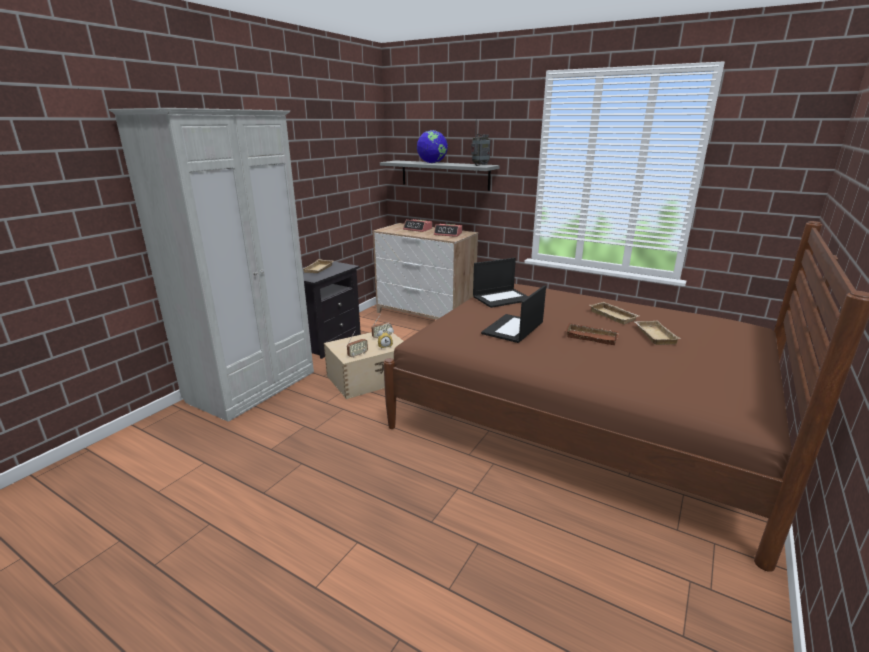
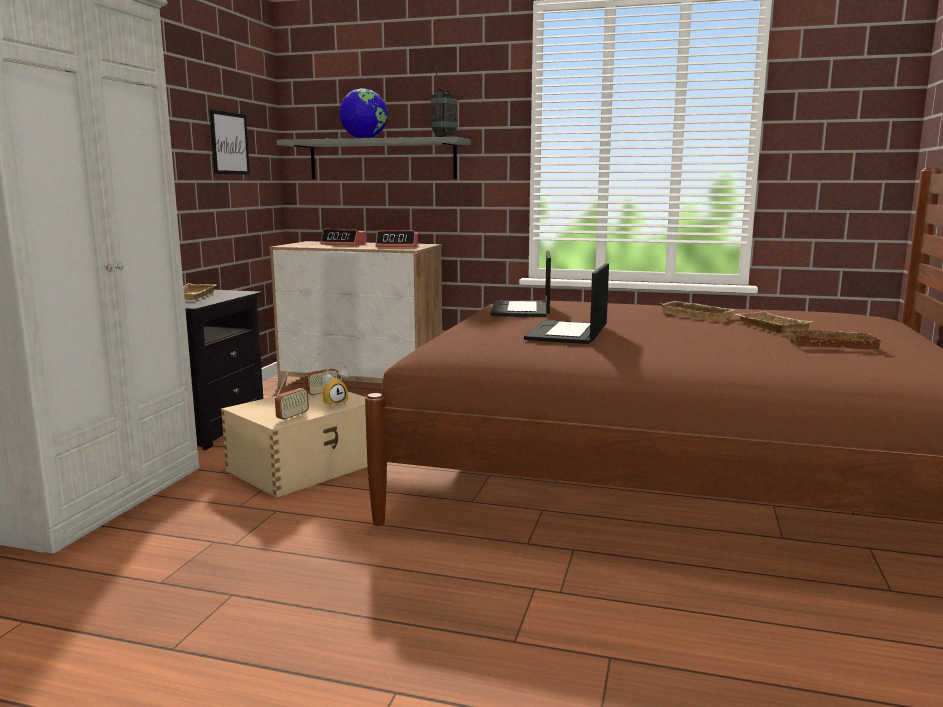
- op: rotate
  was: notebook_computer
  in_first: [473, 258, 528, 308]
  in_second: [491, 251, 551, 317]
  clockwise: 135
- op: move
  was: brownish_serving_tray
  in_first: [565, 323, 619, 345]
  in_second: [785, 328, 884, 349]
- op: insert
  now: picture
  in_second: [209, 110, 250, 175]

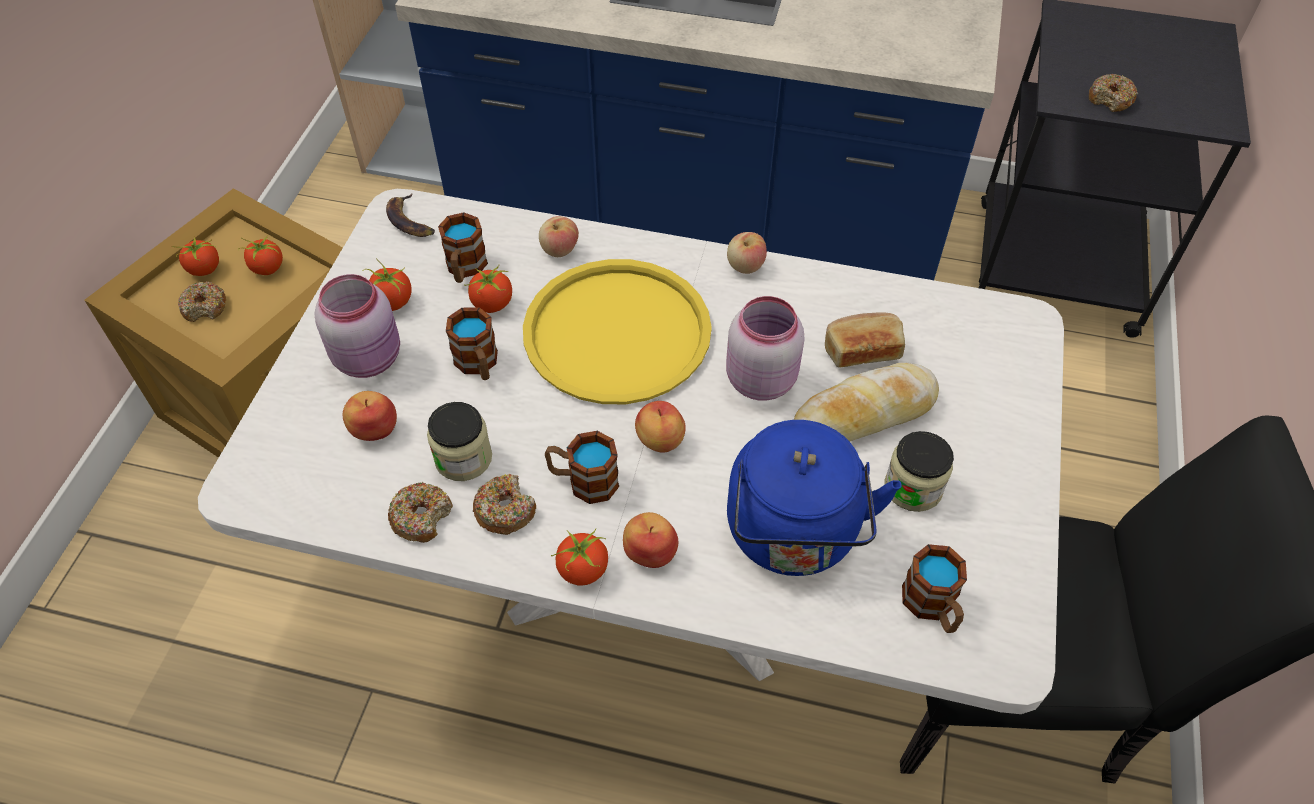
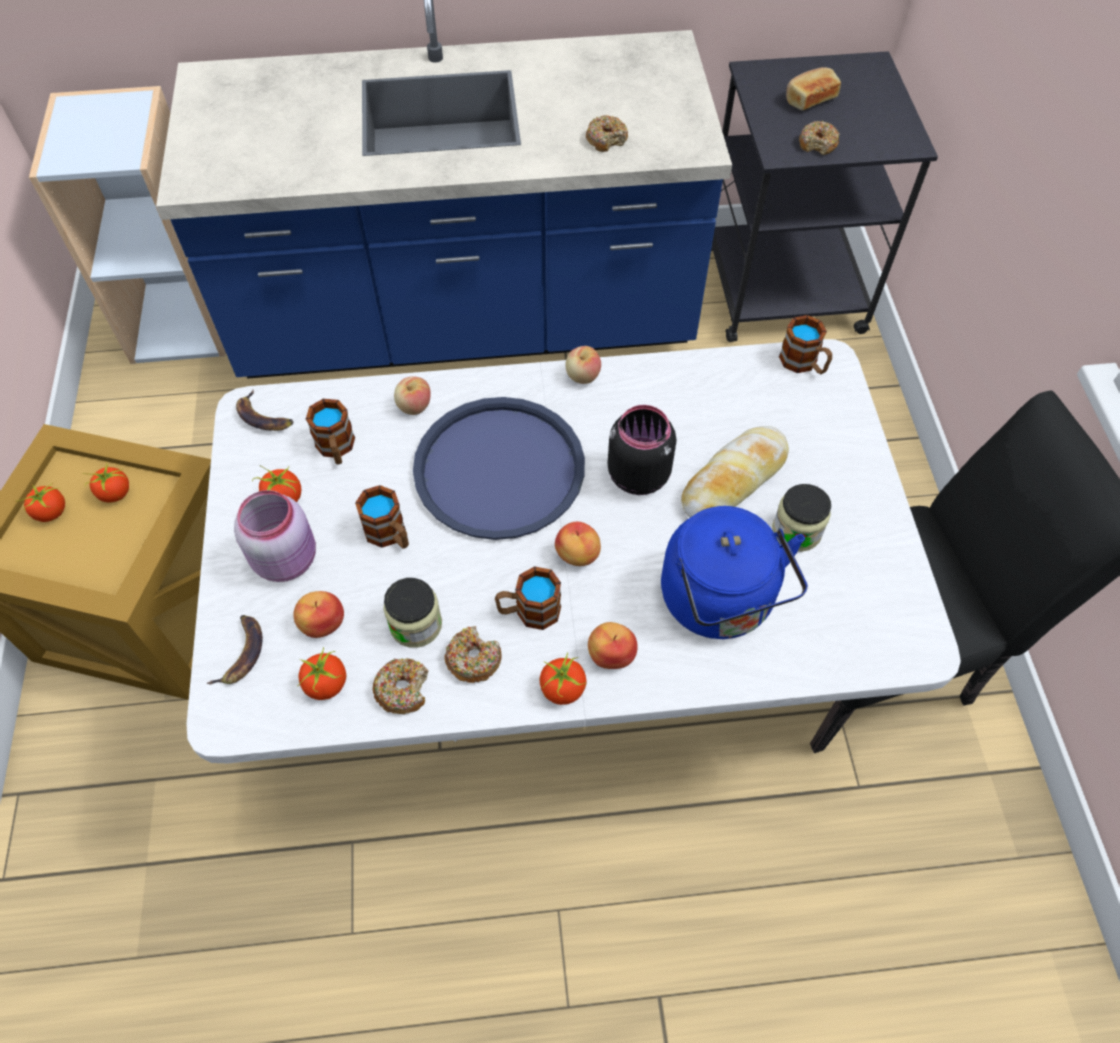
- op: recolor
  was: yellow-coloured_serving_tray
  now: blue_serving_tray
  in_first: [523, 259, 712, 404]
  in_second: [413, 397, 585, 540]
- op: move
  was: fresh_tomato
  in_first: [464, 264, 512, 313]
  in_second: [297, 647, 346, 700]
- op: move
  was: donut
  in_first: [178, 282, 226, 322]
  in_second: [586, 115, 628, 152]
- op: recolor
  was: pink_preserve_jar
  now: black-coloured_preserve_jar
  in_first: [726, 296, 805, 401]
  in_second: [608, 405, 677, 495]
- op: move
  was: baked_bread
  in_first: [825, 312, 905, 368]
  in_second: [786, 67, 841, 110]
- op: move
  was: mug
  in_first: [902, 544, 967, 633]
  in_second: [779, 315, 832, 374]
- op: insert
  now: whole_banana
  in_second: [206, 615, 263, 685]

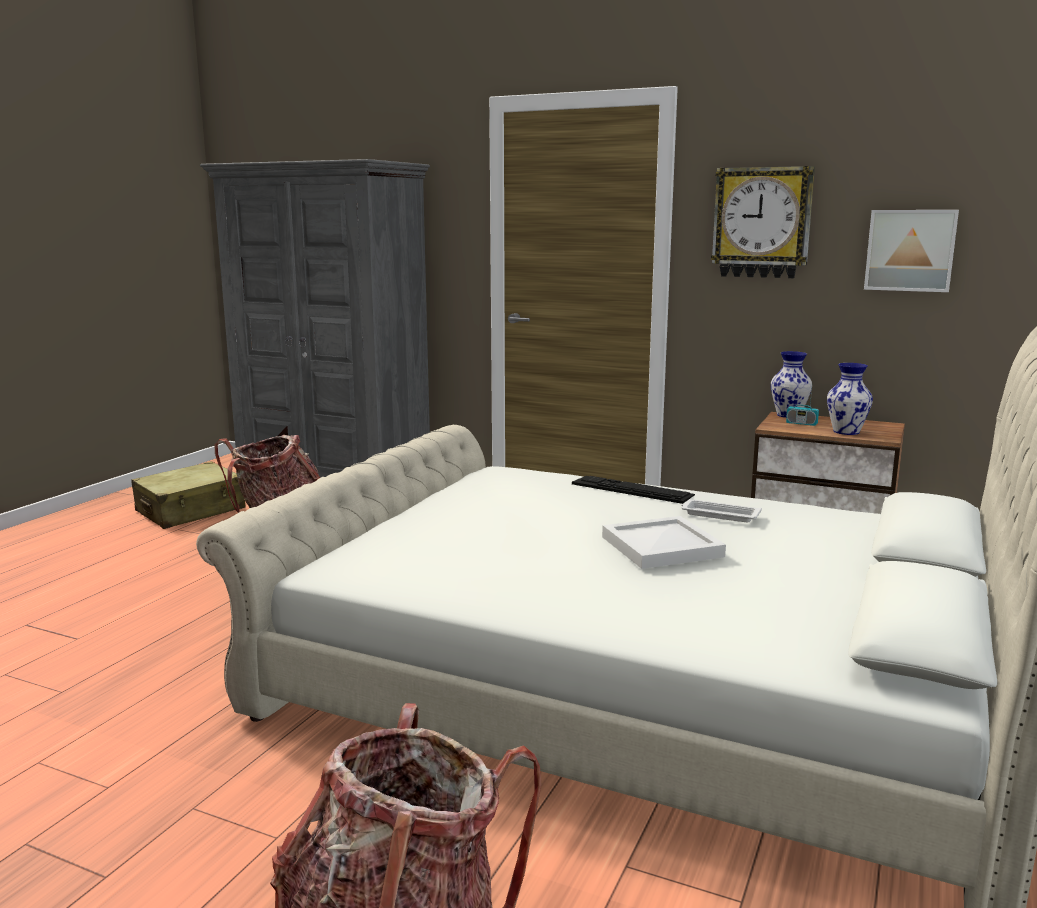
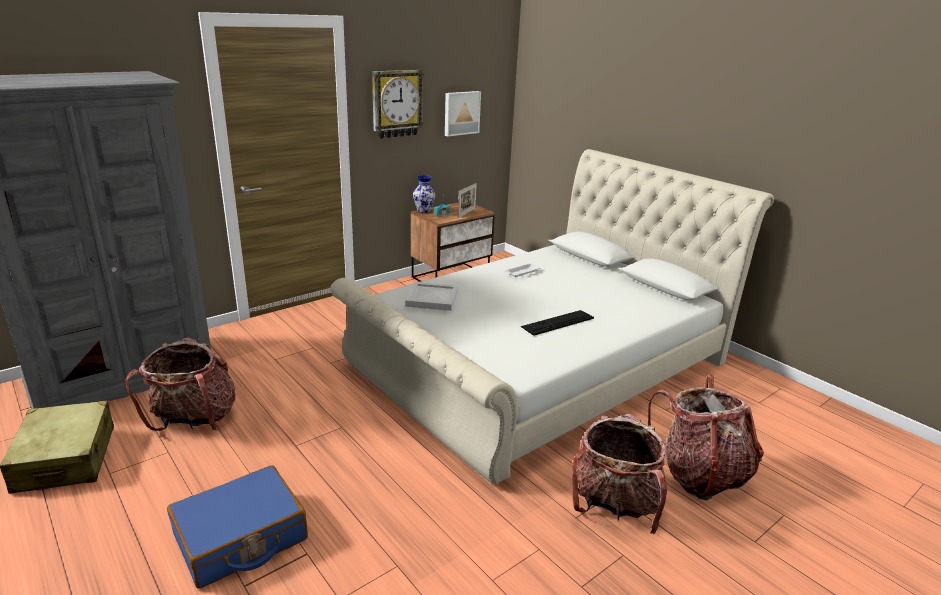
- op: replace
  was: flower_vase
  now: photo_frame
  in_first: [827, 363, 873, 435]
  in_second: [458, 183, 477, 218]
- op: move
  was: PC_keyboard
  in_first: [572, 476, 695, 504]
  in_second: [521, 310, 594, 336]
- op: move
  was: white-coloured_serving_tray
  in_first: [602, 516, 726, 569]
  in_second: [405, 282, 458, 311]
- op: insert
  now: backpack
  in_second: [572, 414, 667, 535]
- op: insert
  now: blue_travel_case
  in_second: [167, 466, 308, 589]

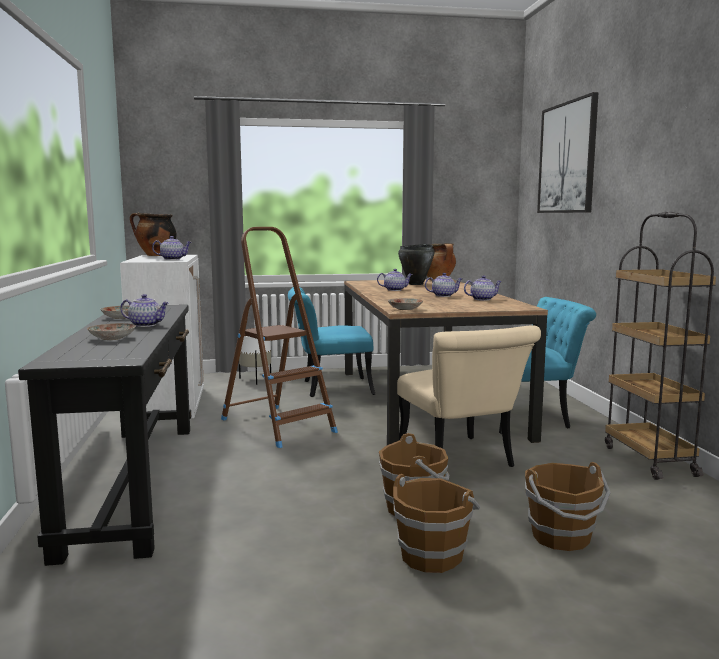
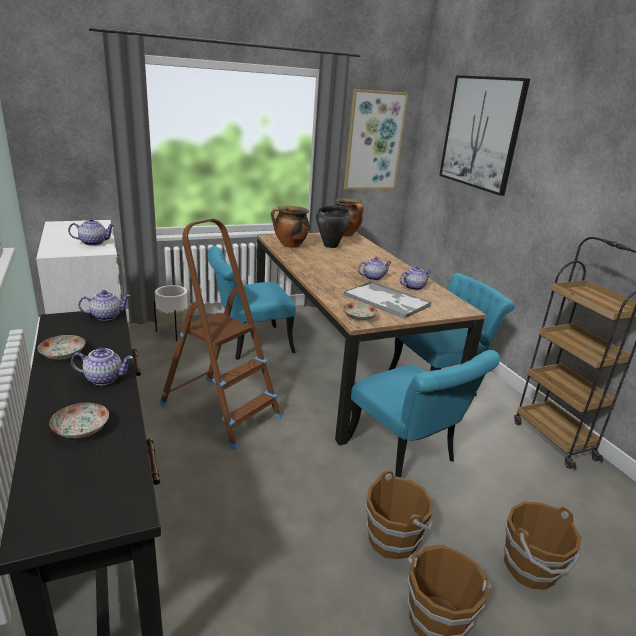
- op: move
  was: saucepot
  in_first: [130, 213, 176, 256]
  in_second: [271, 206, 310, 248]
- op: move
  was: tea_pot
  in_first: [377, 269, 413, 291]
  in_second: [78, 290, 131, 321]
- op: recolor
  was: beige_chair
  now: blue-green_chair
  in_first: [397, 325, 541, 467]
  in_second: [348, 350, 500, 477]
- op: insert
  now: picture
  in_second: [344, 89, 409, 189]
- op: insert
  now: serving_tray
  in_second: [344, 281, 432, 319]

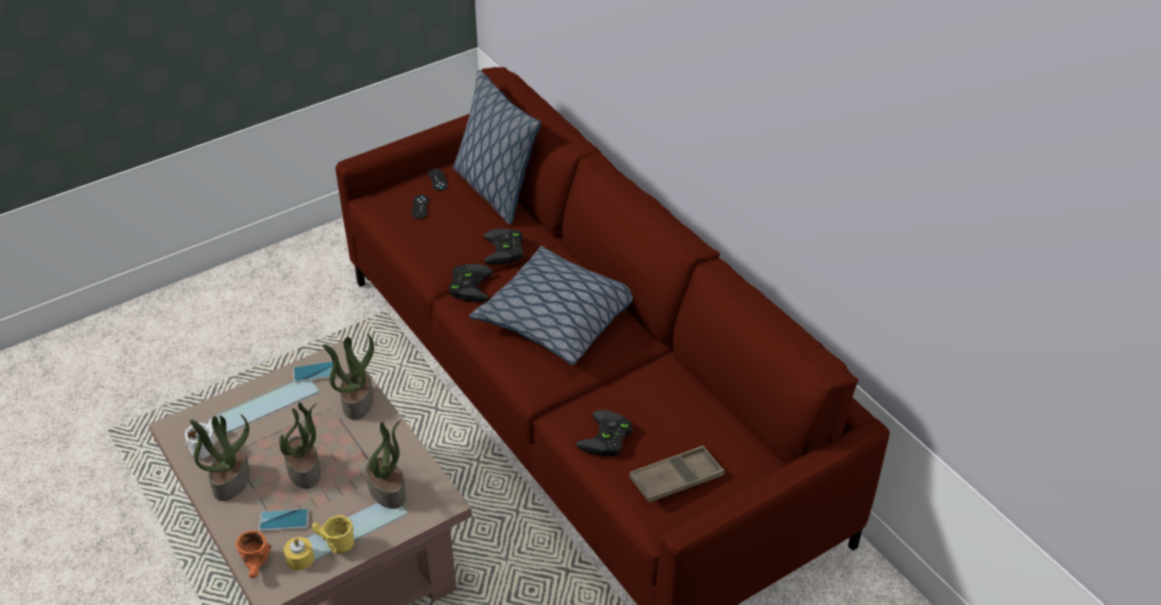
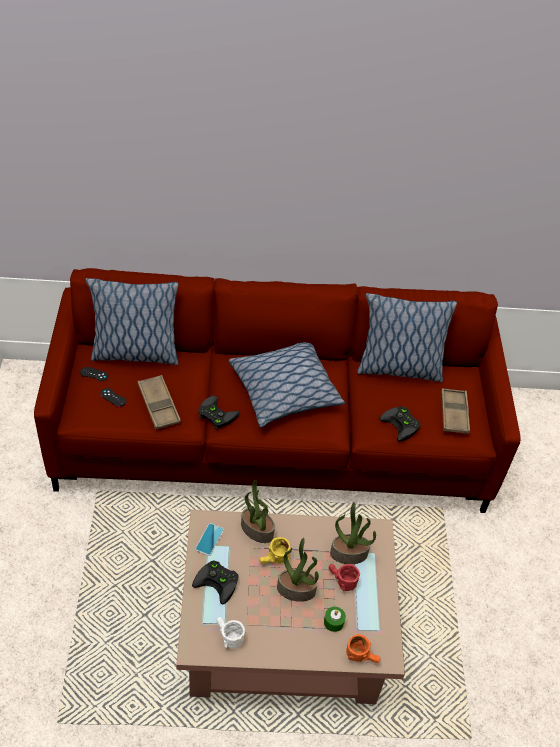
- op: move
  was: black-coloured_gamepad
  in_first: [484, 229, 524, 265]
  in_second: [192, 560, 239, 604]
- op: delete
  was: potted_plant
  in_first: [190, 414, 250, 501]
- op: replace
  was: handset
  now: green_wax_light
  in_first: [259, 509, 309, 531]
  in_second: [324, 607, 346, 632]
- op: move
  was: yellow-coloured_mug
  in_first: [312, 515, 354, 554]
  in_second: [259, 537, 291, 564]
- op: delete
  was: yellow-coloured_wax_light
  in_first: [284, 537, 314, 570]
- op: insert
  now: throw_pillow
  in_second: [357, 293, 457, 382]
- op: insert
  now: brownish_serving_tray
  in_second: [137, 375, 181, 430]
- op: insert
  now: reddish_mug
  in_second: [329, 564, 360, 591]

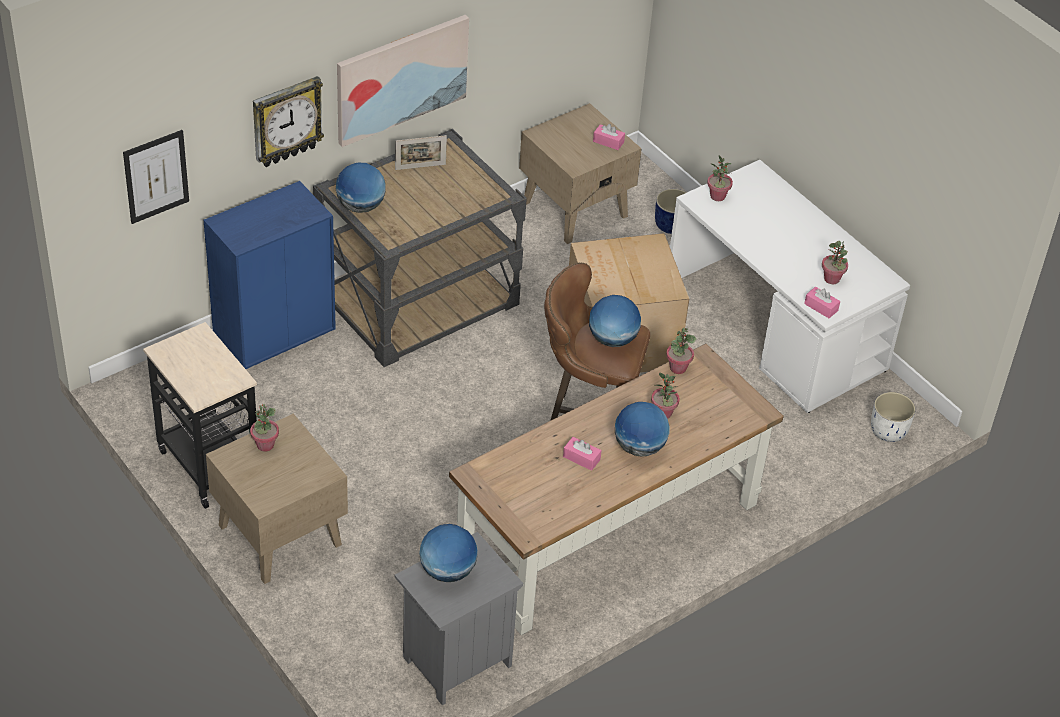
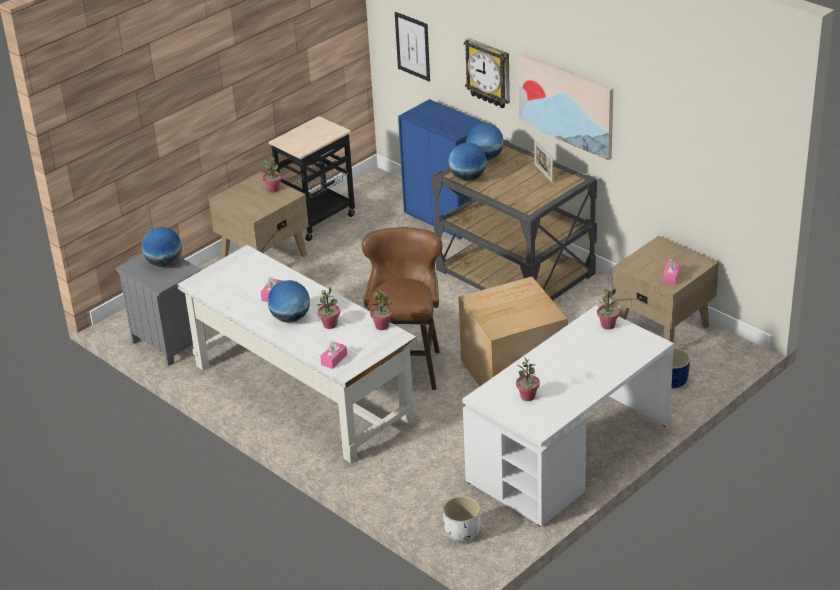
- op: move
  was: pink_box_of_tissues
  in_first: [804, 287, 840, 318]
  in_second: [320, 341, 347, 369]
- op: move
  was: desk_globe
  in_first: [589, 295, 641, 347]
  in_second: [449, 143, 487, 181]
- op: recolor
  was: brownish_desk_table
  now: white-coloured_desk_table
  in_first: [449, 343, 784, 635]
  in_second: [177, 245, 417, 463]

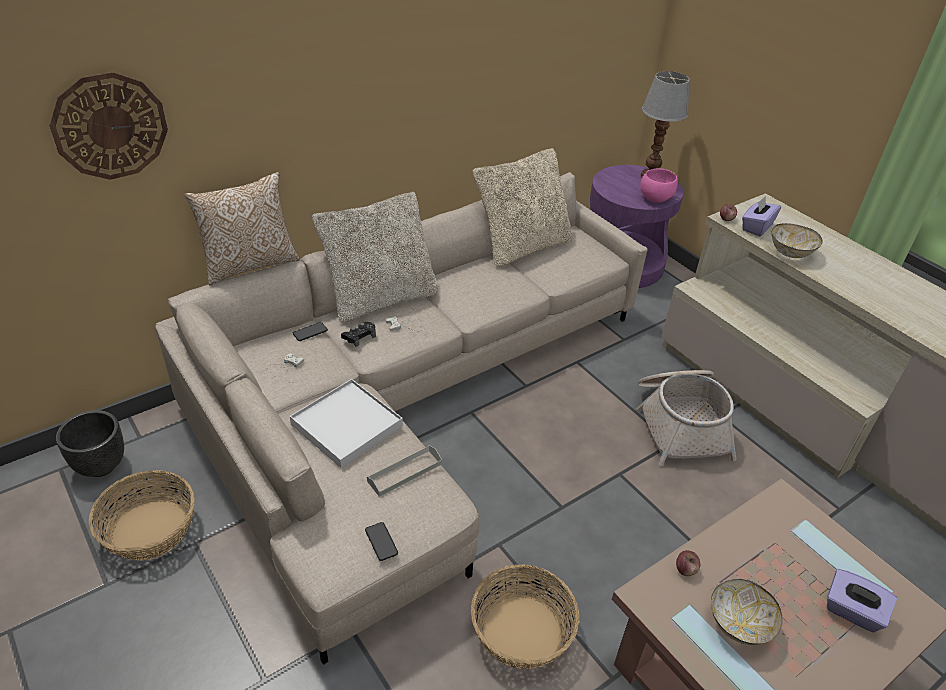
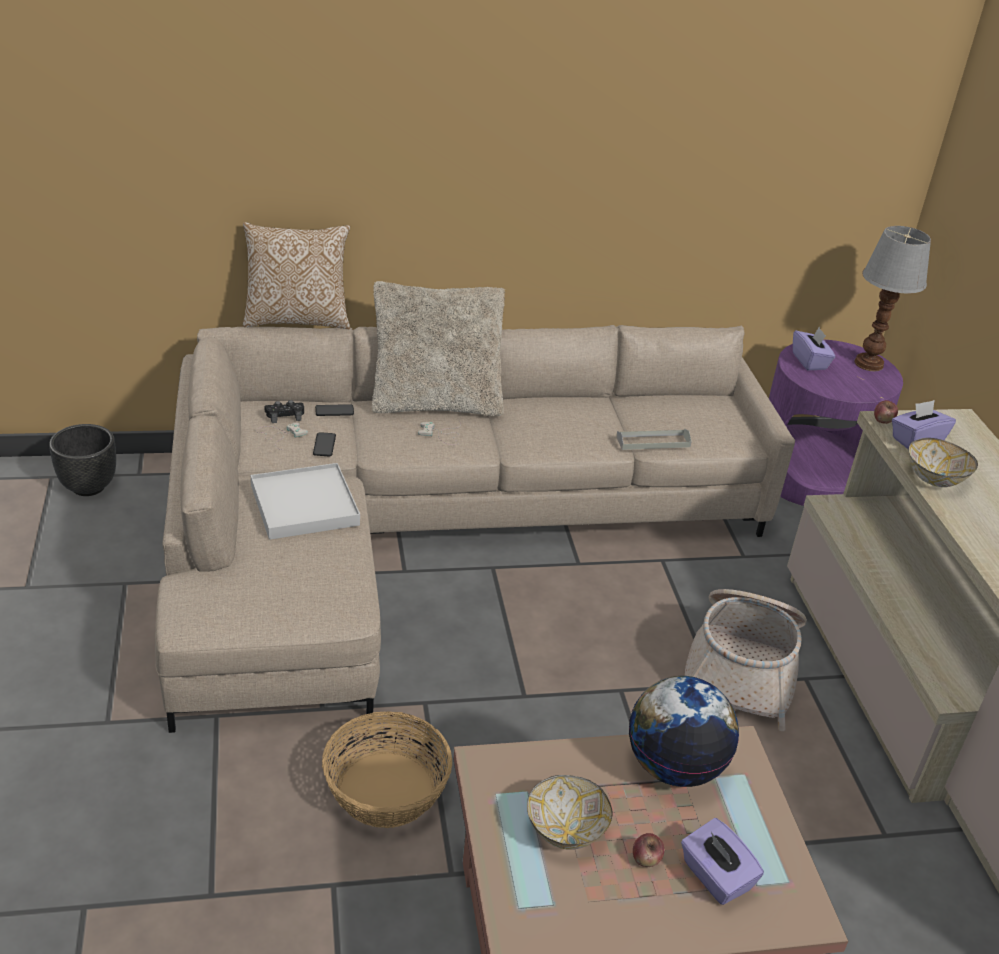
- op: delete
  was: hanging_clock
  in_first: [49, 72, 168, 180]
- op: delete
  was: beige_throw_pillow
  in_first: [473, 148, 573, 268]
- op: delete
  was: pink_bowl
  in_first: [640, 168, 678, 203]
- op: move
  was: black-coloured_gamepad
  in_first: [341, 322, 376, 347]
  in_second: [264, 400, 304, 423]
- op: move
  was: gray_serving_tray
  in_first: [367, 445, 442, 497]
  in_second: [616, 429, 692, 450]
- op: delete
  was: basket
  in_first: [89, 470, 195, 561]
- op: move
  was: handset
  in_first: [365, 522, 398, 561]
  in_second: [313, 432, 336, 456]
- op: move
  was: apple_fruit
  in_first: [676, 550, 700, 576]
  in_second: [633, 833, 664, 867]
- op: insert
  now: purple-coloured_box_of_tissues
  in_second: [793, 327, 835, 370]
- op: insert
  now: desk_globe
  in_second: [629, 676, 739, 787]

